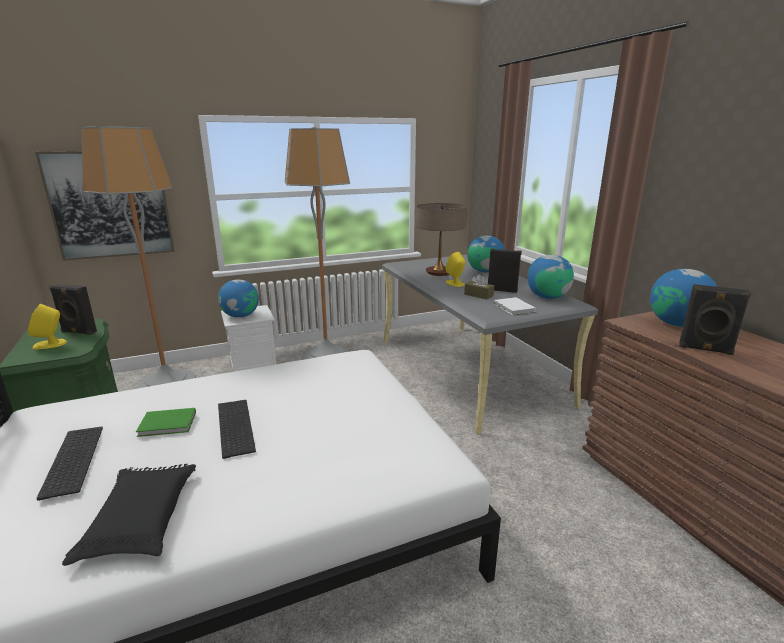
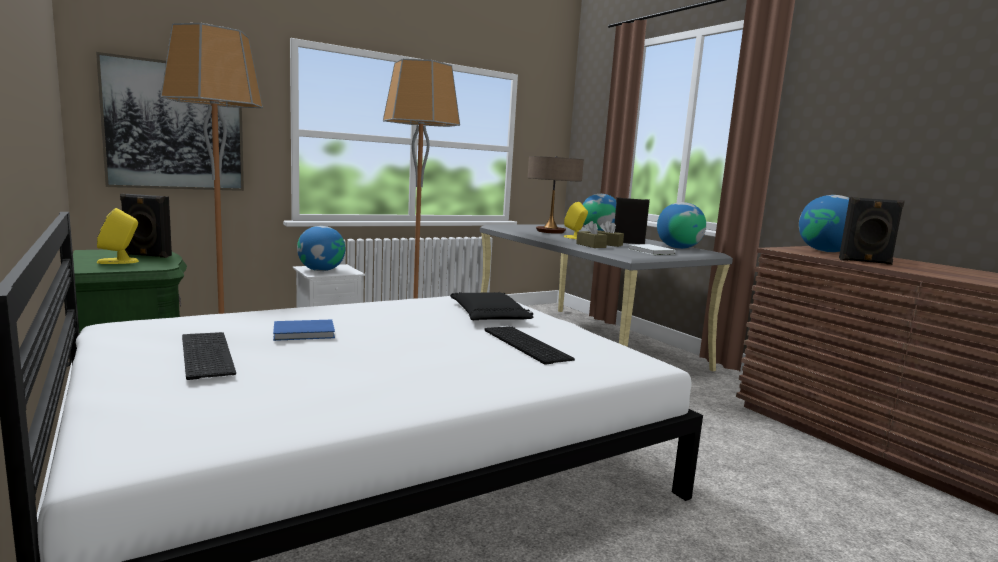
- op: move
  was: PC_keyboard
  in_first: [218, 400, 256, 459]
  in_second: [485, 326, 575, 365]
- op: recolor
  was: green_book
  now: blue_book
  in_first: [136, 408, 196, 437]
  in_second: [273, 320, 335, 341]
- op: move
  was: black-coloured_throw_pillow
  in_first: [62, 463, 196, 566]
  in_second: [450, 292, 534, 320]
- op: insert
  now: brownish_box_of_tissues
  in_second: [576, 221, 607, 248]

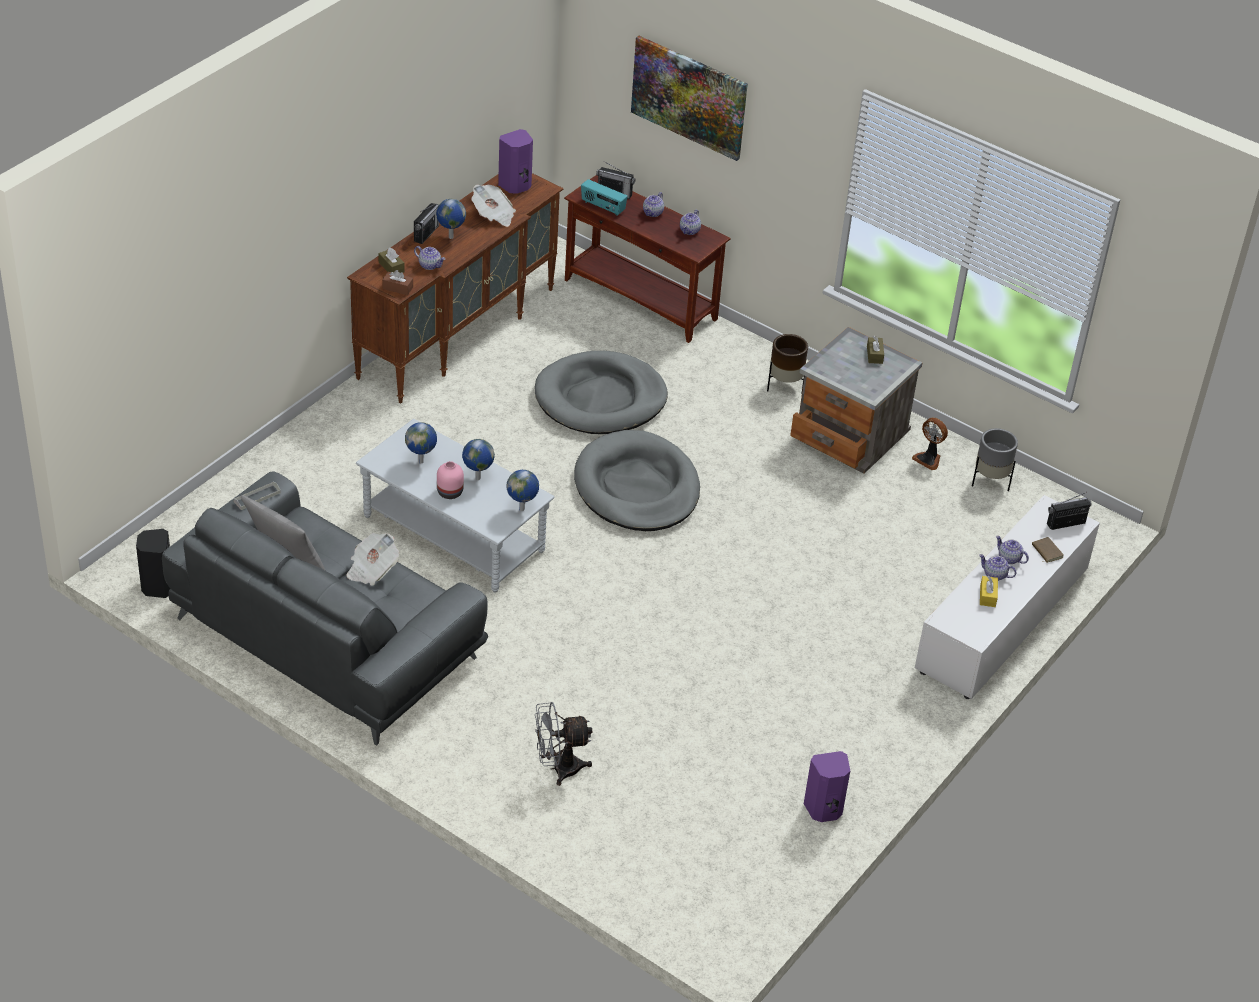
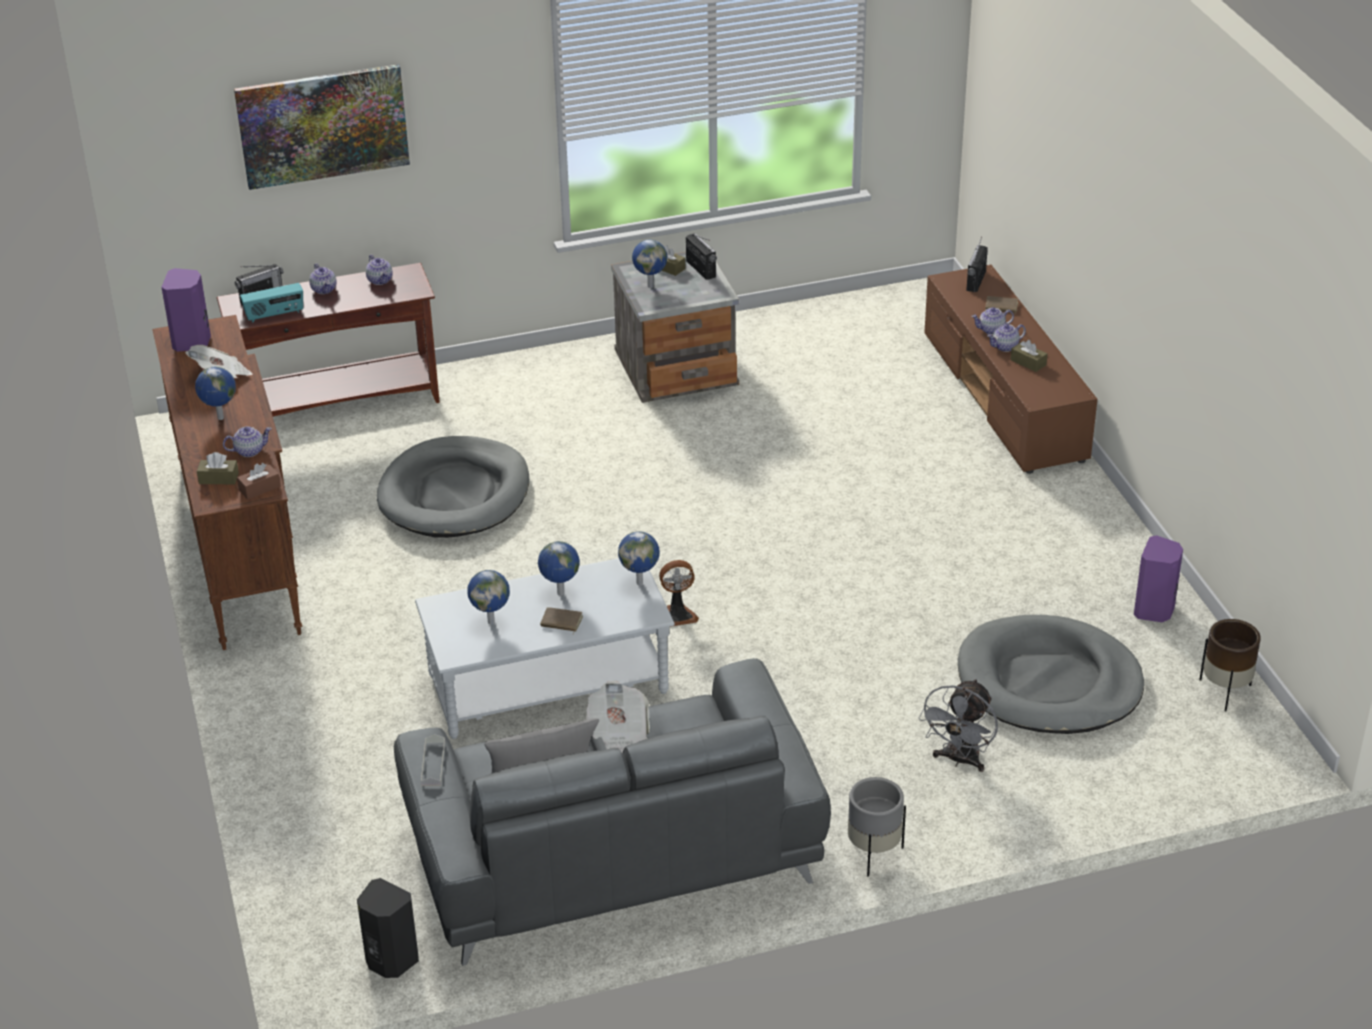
- op: move
  was: radio_receiver
  in_first: [414, 203, 439, 244]
  in_second: [686, 233, 717, 280]
- op: move
  was: brownish_plant_pot
  in_first: [767, 334, 808, 394]
  in_second: [1199, 619, 1261, 711]
- op: move
  was: cooling_fan
  in_first: [912, 417, 948, 470]
  in_second: [659, 560, 699, 627]
- op: move
  was: gray_plant_pot
  in_first: [972, 428, 1018, 491]
  in_second: [848, 777, 906, 877]
- op: move
  was: gray_dog_cushion
  in_first: [574, 430, 700, 531]
  in_second: [958, 615, 1144, 734]
- op: replace
  was: pink_flower_vase
  now: brownish_book
  in_first: [437, 461, 464, 499]
  in_second: [540, 607, 583, 634]
- op: recolor
  was: white-coloured_tv_unit
  now: brownish_tv_unit
  in_first: [915, 495, 1100, 699]
  in_second: [924, 265, 1097, 474]
- op: recolor
  was: yellow-coloured_box_of_tissues
  now: brownish_box_of_tissues
  in_first: [980, 576, 998, 607]
  in_second: [1011, 340, 1047, 372]
- op: insert
  now: desk_globe
  in_second: [632, 240, 667, 288]

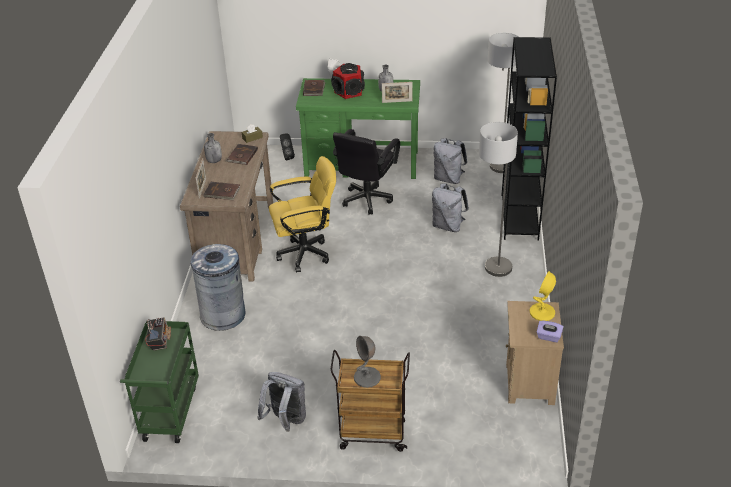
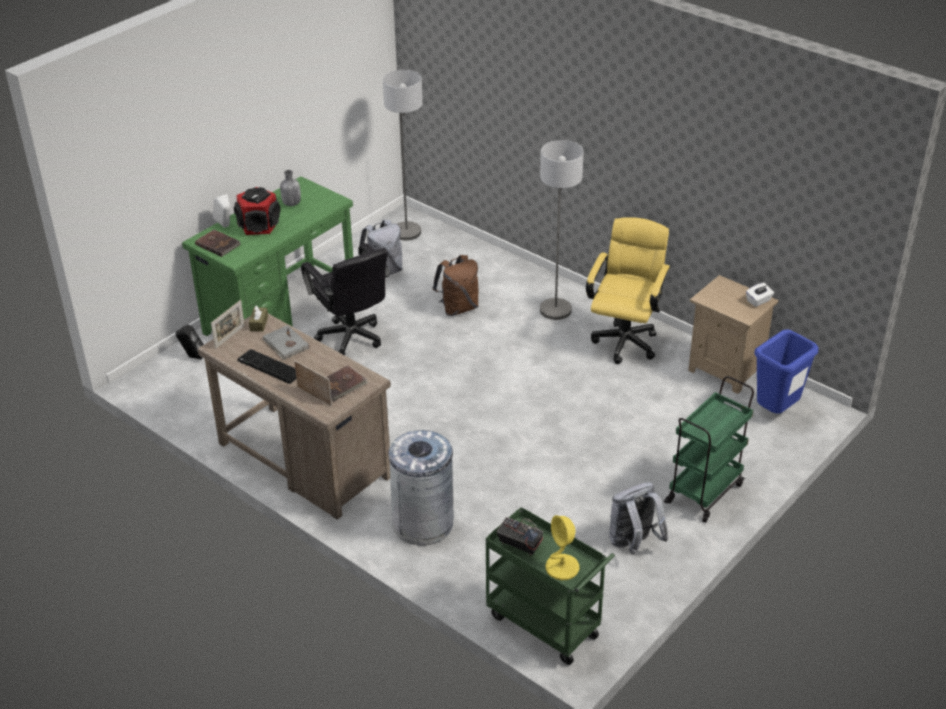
- op: delete
  was: black-coloured_shelving_unit
  in_first: [501, 37, 557, 241]
- op: move
  was: photo_frame
  in_first: [382, 82, 412, 103]
  in_second: [211, 300, 245, 349]
- op: replace
  was: gray_beverage_bottle
  now: PC_keyboard
  in_first: [204, 133, 222, 163]
  in_second: [237, 349, 296, 384]
- op: recolor
  was: brownish_book
  now: gray_book
  in_first: [226, 144, 258, 165]
  in_second: [263, 325, 309, 359]
- op: move
  was: yellow-coloured_office_chair
  in_first: [269, 156, 336, 273]
  in_second: [586, 217, 671, 364]
- op: recolor
  was: gray_backpack
  now: brownish_backpack
  in_first: [432, 183, 469, 232]
  in_second: [433, 255, 478, 316]
- op: move
  was: yellow-coloured_table_lamp
  in_first: [529, 271, 556, 321]
  in_second: [545, 515, 579, 580]
- op: recolor
  was: purple-coloured_box_of_tissues
  now: white-coloured_box_of_tissues
  in_first: [537, 321, 563, 342]
  in_second: [746, 283, 774, 307]
- op: delete
  was: gray_table_lamp
  in_first: [354, 336, 381, 388]
- op: recolor
  was: brownish_wheeled_cart
  now: green_wheeled_cart
  in_first: [331, 350, 410, 452]
  in_second: [664, 376, 754, 523]
- op: insert
  now: blue_rubbish_bin
  in_second: [754, 329, 819, 413]

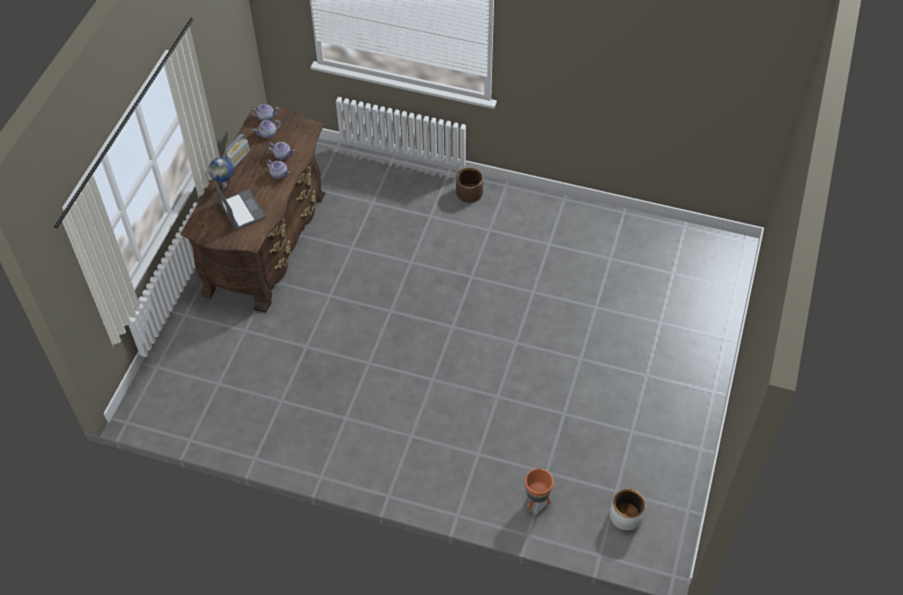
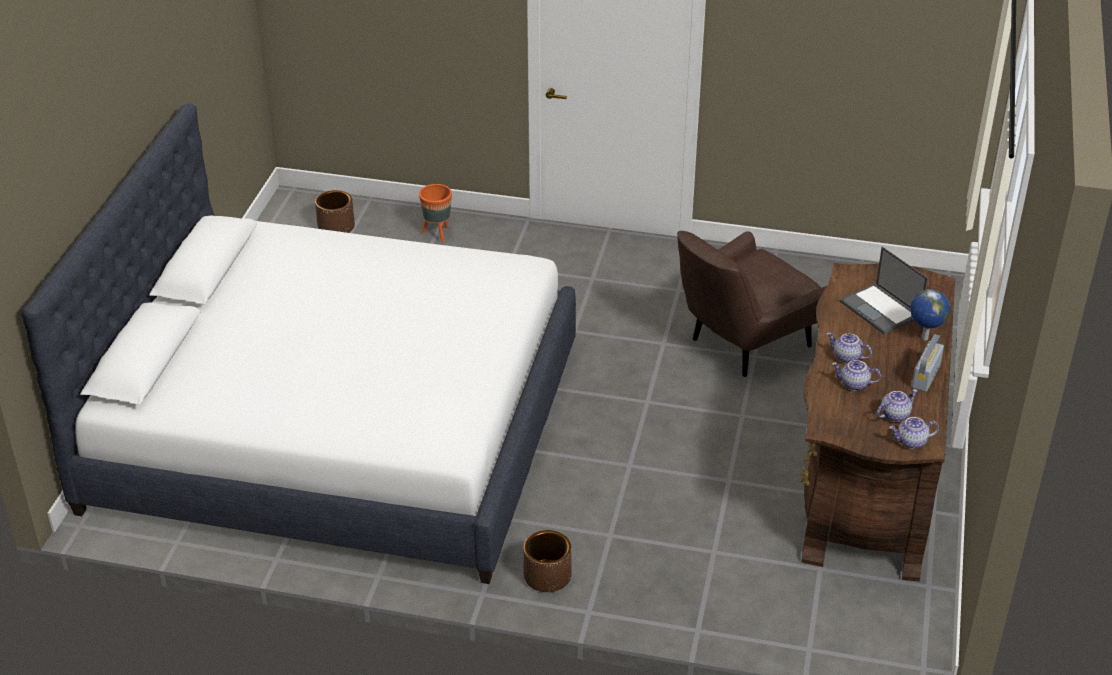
- op: recolor
  was: white-coloured_plant_pot
  now: brownish_plant_pot
  in_first: [610, 489, 645, 530]
  in_second: [315, 190, 355, 233]
- op: insert
  now: white-coloured_bed
  in_second: [21, 103, 576, 584]
- op: insert
  now: brownish_easy_chair
  in_second: [677, 231, 827, 377]

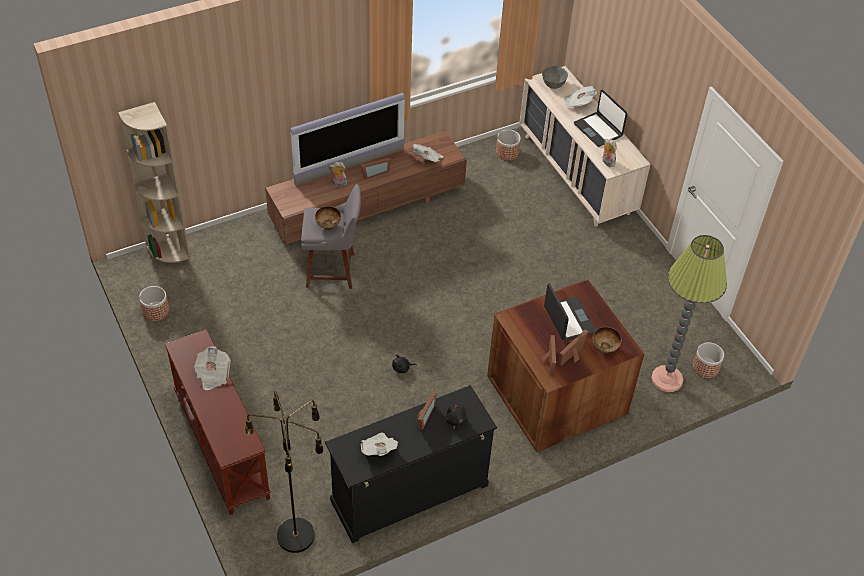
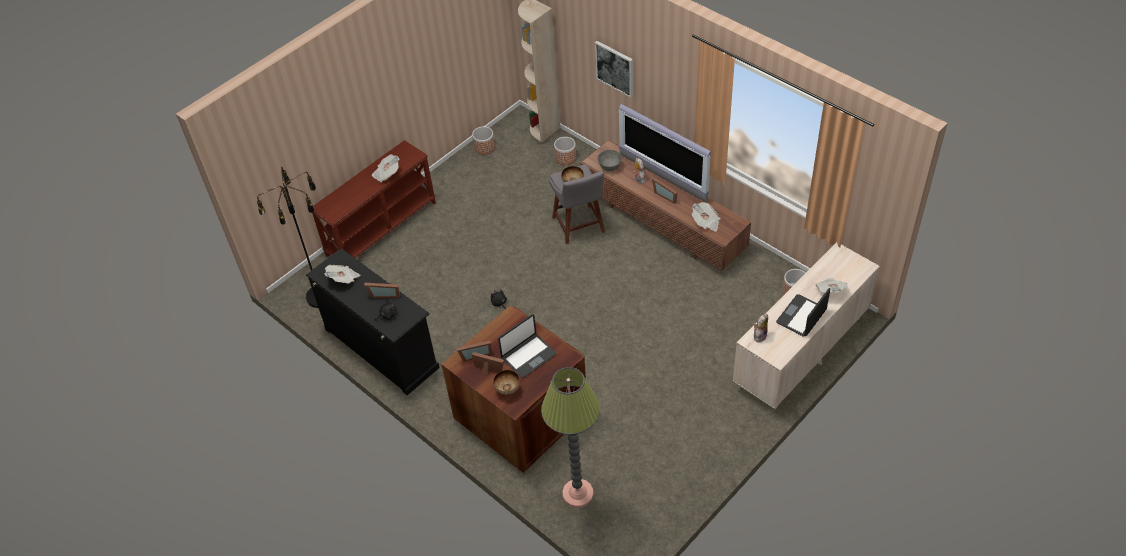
- op: move
  was: gray_bowl
  in_first: [542, 66, 568, 89]
  in_second: [597, 150, 622, 171]
- op: move
  was: plant_pot
  in_first: [693, 342, 724, 378]
  in_second: [554, 137, 576, 165]
- op: insert
  now: picture
  in_second: [595, 41, 633, 98]

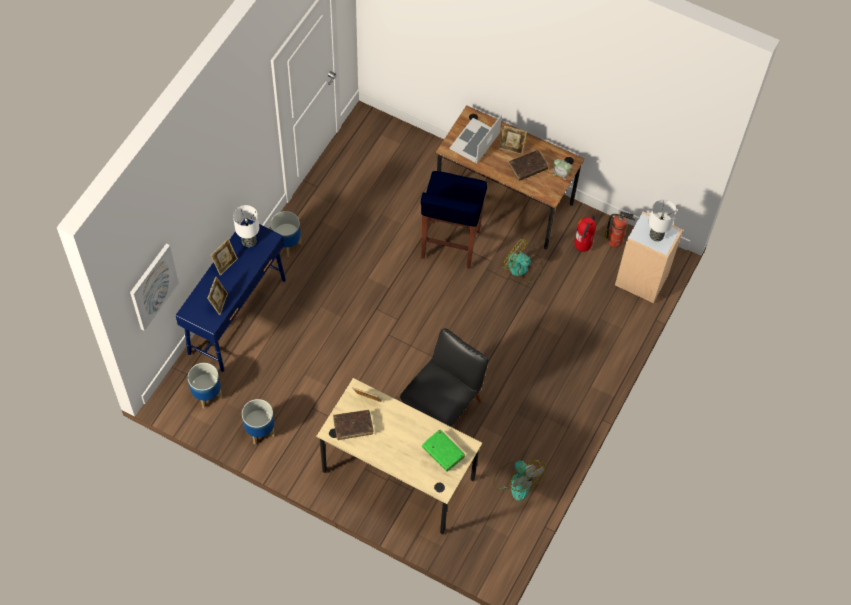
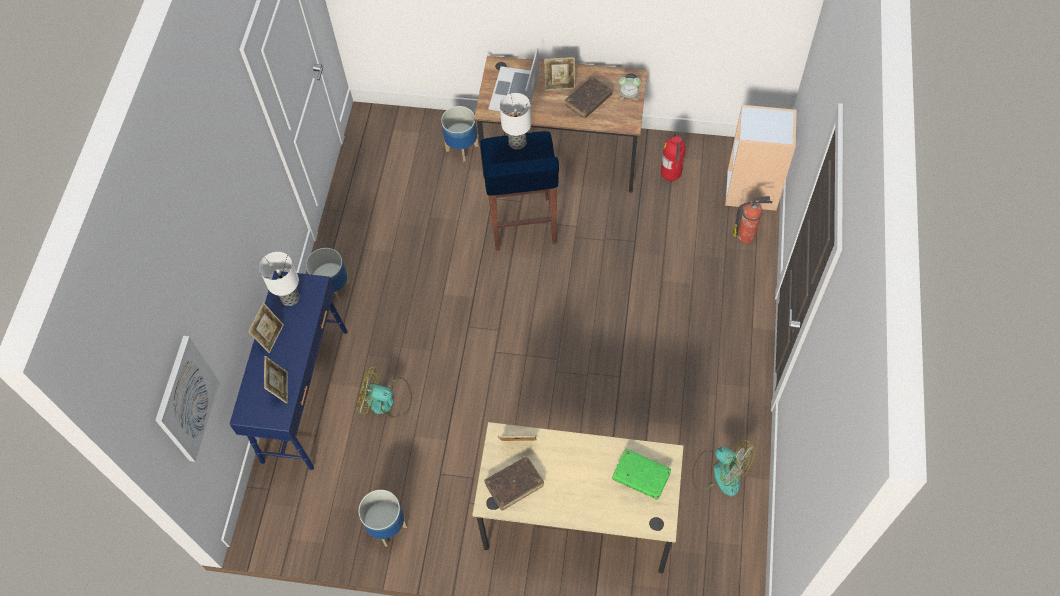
- op: move
  was: table_lamp
  in_first: [649, 200, 676, 242]
  in_second: [500, 93, 531, 150]
- op: move
  was: extinguisher
  in_first: [604, 212, 635, 247]
  in_second: [733, 196, 772, 243]
- op: move
  was: cooling_fan
  in_first: [502, 238, 543, 282]
  in_second: [357, 366, 412, 417]
- op: delete
  was: black-coloured_chair
  in_first: [400, 328, 488, 427]
- op: move
  was: plant_pot
  in_first: [188, 363, 222, 409]
  in_second: [441, 106, 479, 162]

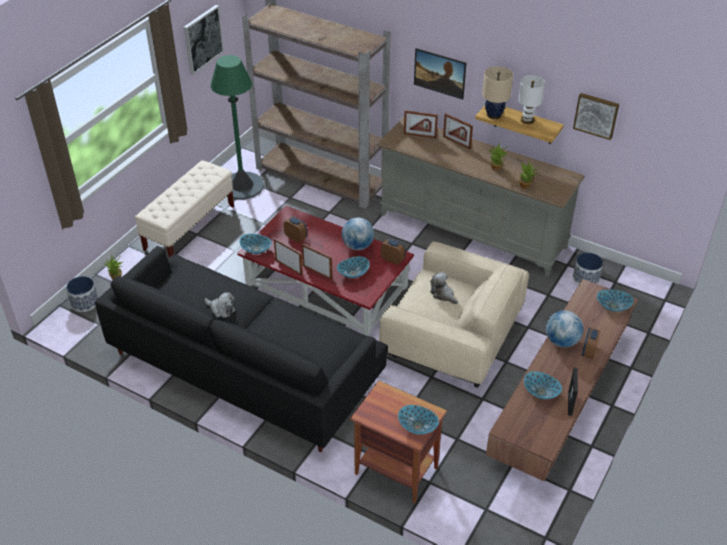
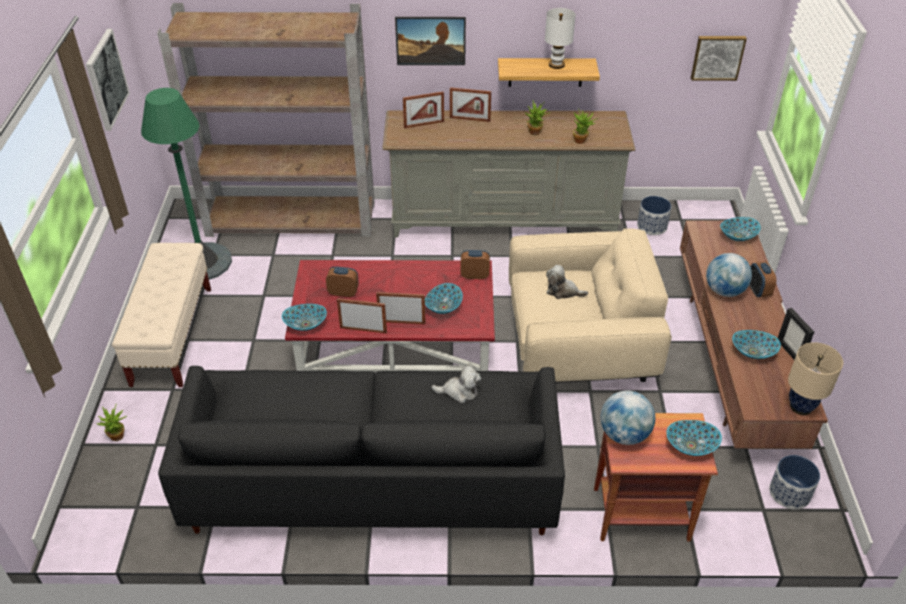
- op: move
  was: beige_table_lamp
  in_first: [482, 66, 513, 119]
  in_second: [788, 342, 843, 415]
- op: move
  was: picture
  in_first: [573, 93, 619, 140]
  in_second: [691, 36, 747, 81]
- op: move
  was: desk_globe
  in_first: [342, 218, 374, 250]
  in_second: [601, 390, 655, 445]
- op: move
  was: plant_pot
  in_first: [66, 276, 98, 312]
  in_second: [769, 455, 820, 509]
- op: move
  was: cuddly_toy
  in_first: [204, 292, 235, 318]
  in_second: [431, 364, 481, 403]

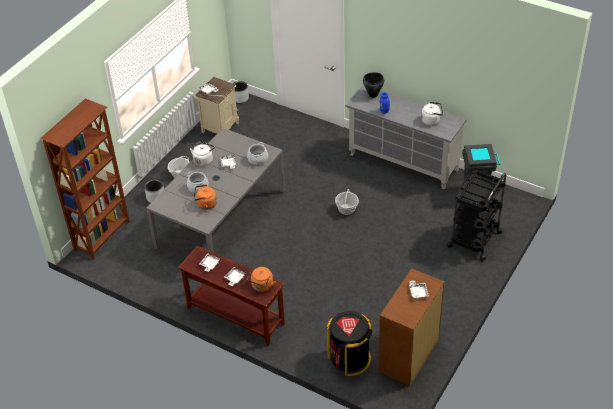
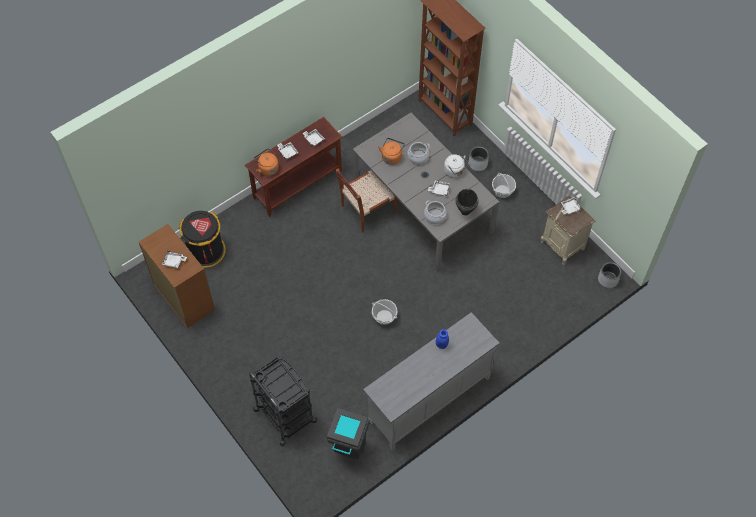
- op: move
  was: black-coloured_saucepot
  in_first: [363, 72, 384, 98]
  in_second: [455, 189, 479, 215]
- op: delete
  was: white-coloured_water_kettle
  in_first: [421, 102, 443, 126]
- op: insert
  now: chair
  in_second: [336, 168, 397, 233]

